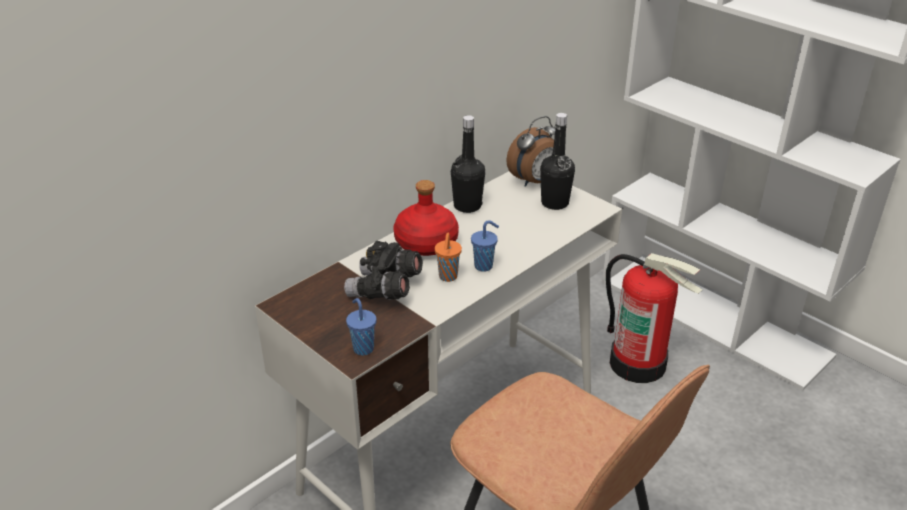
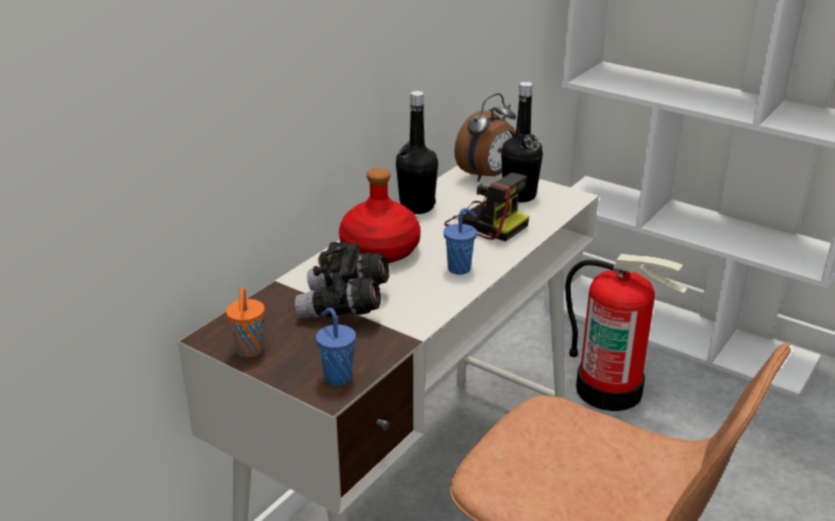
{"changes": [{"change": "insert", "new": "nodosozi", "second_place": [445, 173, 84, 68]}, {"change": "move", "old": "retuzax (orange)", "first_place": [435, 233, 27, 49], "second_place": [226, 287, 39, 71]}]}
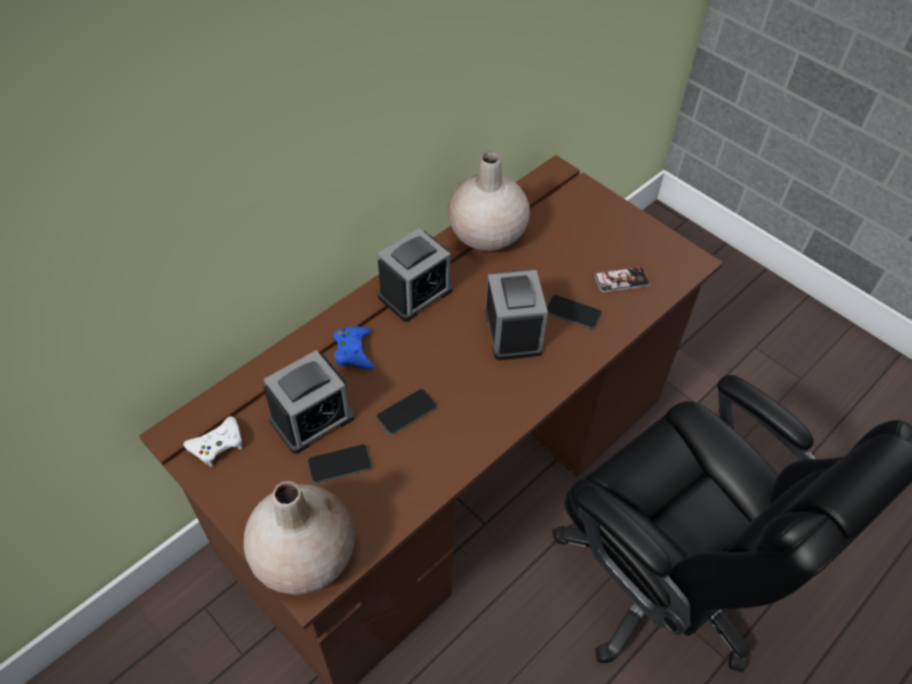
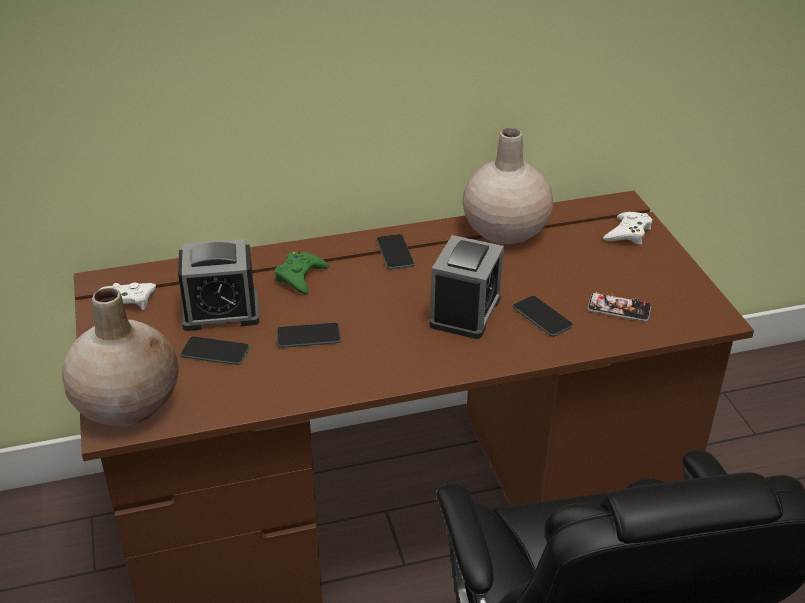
{"changes": [{"change": "insert", "new": "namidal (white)", "second_place": [603, 212, 49, 33]}, {"change": "replace", "old": "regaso", "new": "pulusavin", "first_place": [377, 228, 76, 94], "second_place": [376, 234, 38, 36]}, {"change": "recolor", "old": "namidal (blue)", "new": "namidal (green)", "first_place": [333, 326, 42, 43], "second_place": [275, 251, 54, 43]}]}
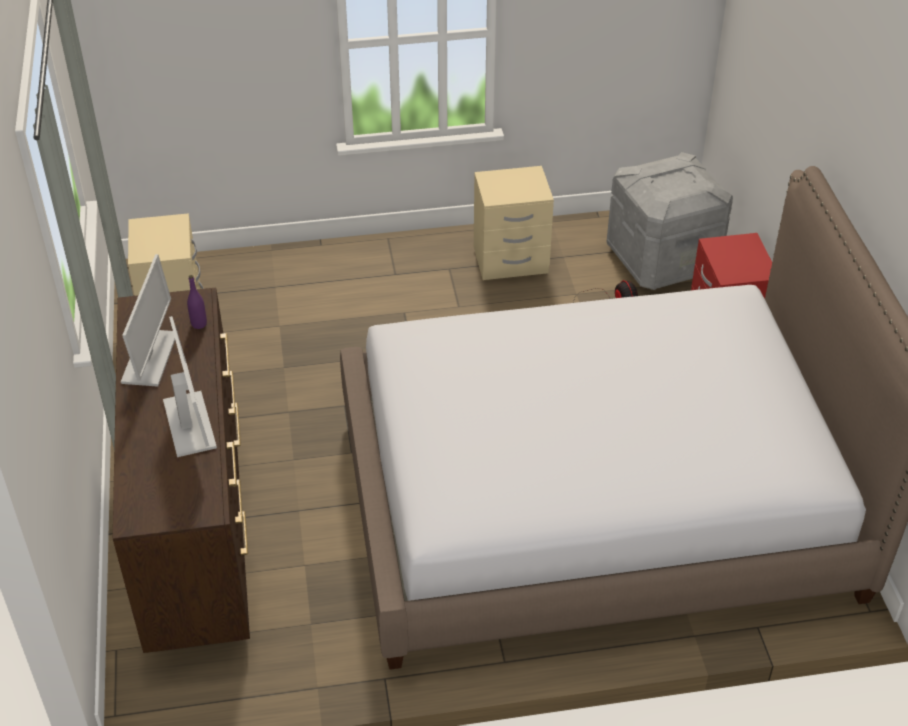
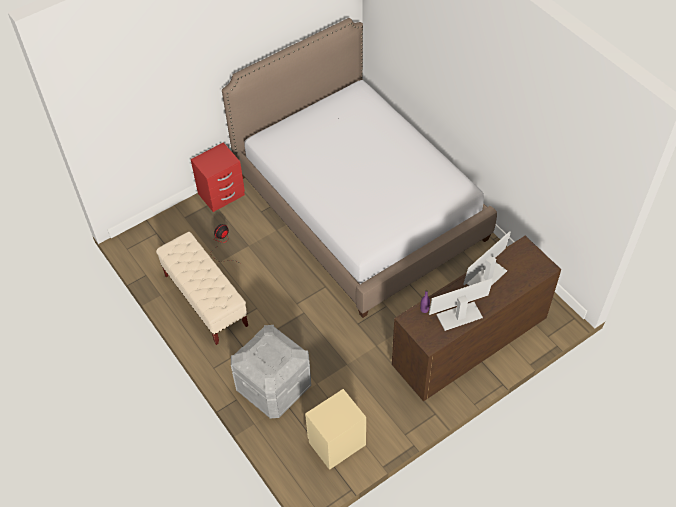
{"changes": [{"change": "move", "old": "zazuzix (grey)", "first_place": [607, 152, 126, 138], "second_place": [231, 325, 80, 93]}, {"change": "replace", "old": "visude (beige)", "new": "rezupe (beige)", "first_place": [474, 166, 80, 114], "second_place": [156, 232, 92, 113]}]}
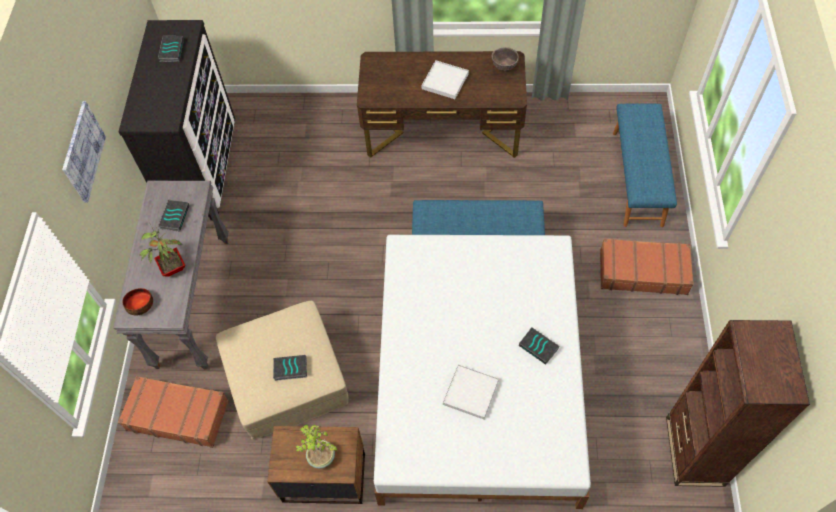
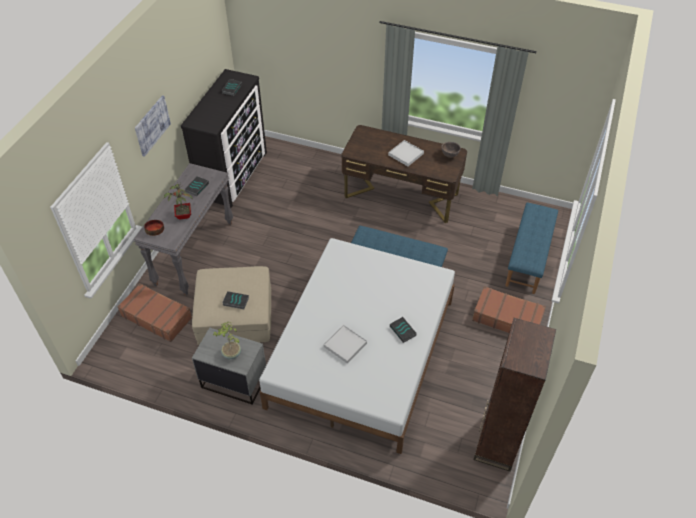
{"changes": [{"change": "recolor", "old": "visude (brown)", "new": "visude (grey)", "first_place": [267, 426, 98, 78], "second_place": [192, 328, 74, 77]}]}
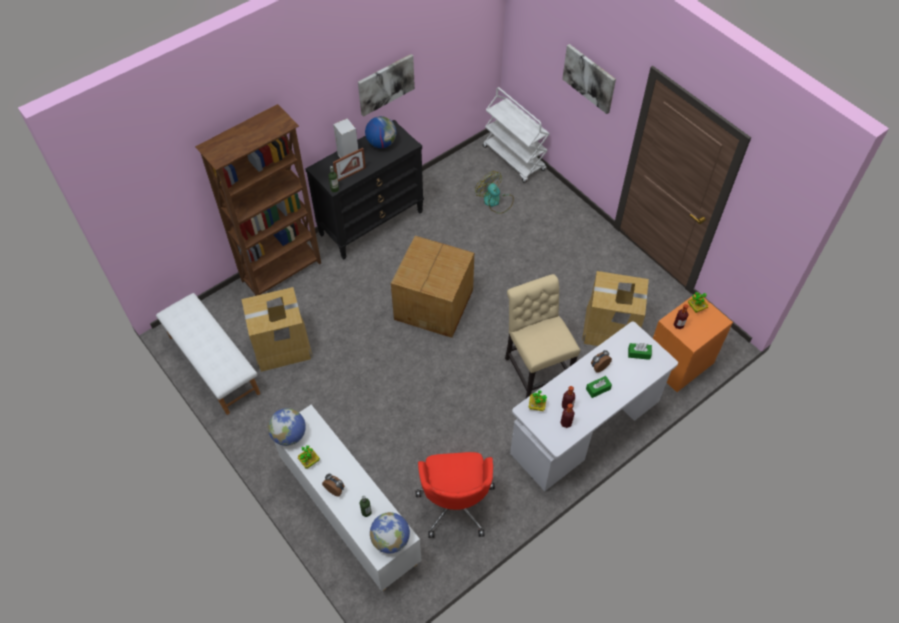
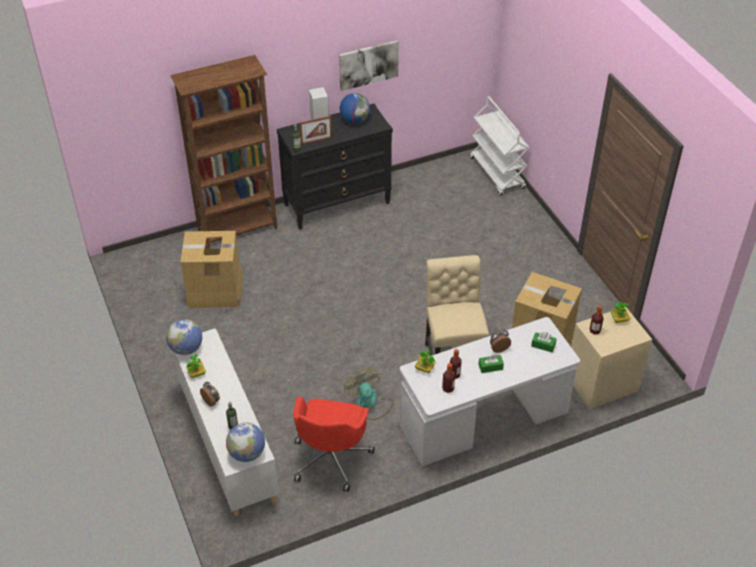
{"changes": [{"change": "delete", "old": "rezupe (white)", "first_place": [156, 293, 104, 122]}, {"change": "delete", "old": "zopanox", "first_place": [391, 236, 83, 102]}, {"change": "delete", "old": "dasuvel", "first_place": [562, 44, 54, 70]}, {"change": "move", "old": "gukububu", "first_place": [475, 171, 39, 43], "second_place": [344, 369, 49, 51]}, {"change": "recolor", "old": "visude (orange)", "new": "visude (beige)", "first_place": [653, 292, 80, 100], "second_place": [571, 307, 81, 102]}]}
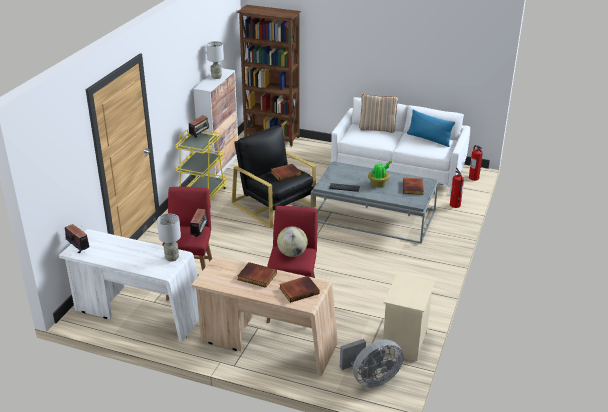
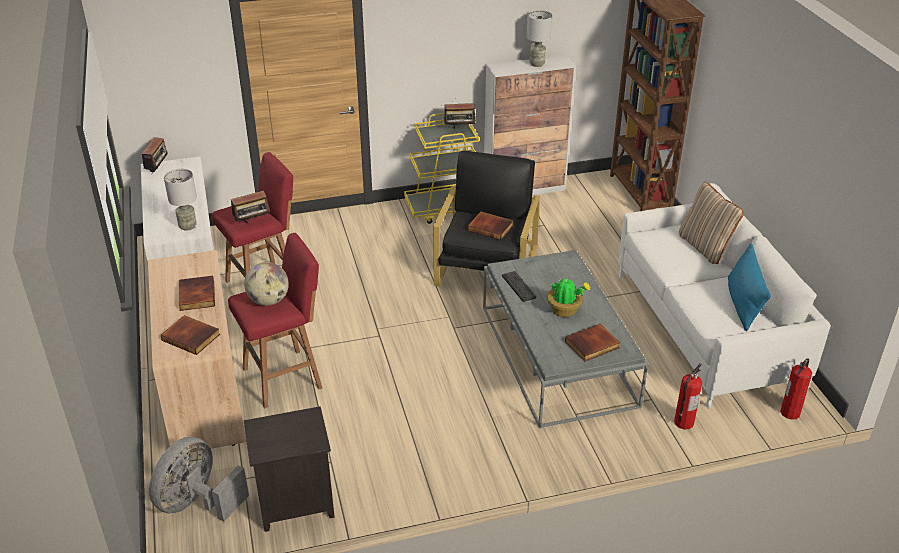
{"changes": [{"change": "recolor", "old": "visude (beige)", "new": "visude (black)", "first_place": [382, 273, 53, 88], "second_place": [244, 406, 90, 126]}, {"change": "rotate", "old": "gukububu (grey)", "first_place": [340, 339, 64, 48], "second_place": [149, 437, 100, 85], "degrees": 90}]}
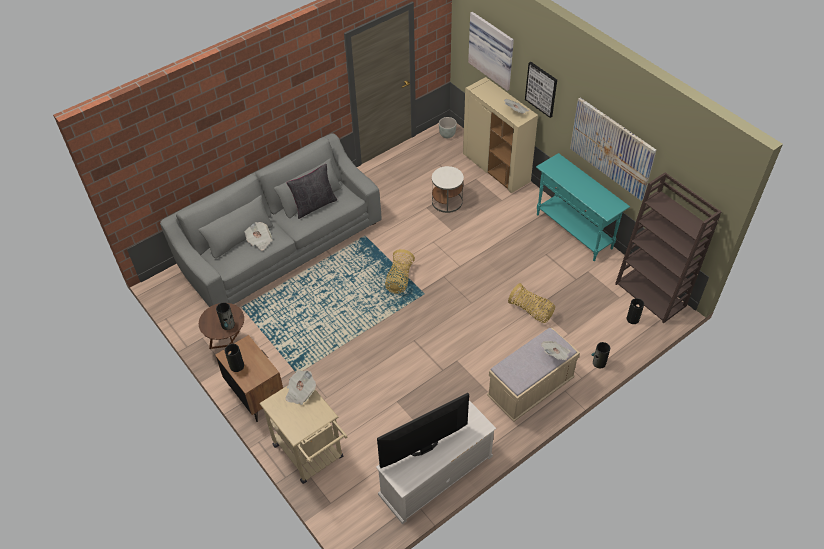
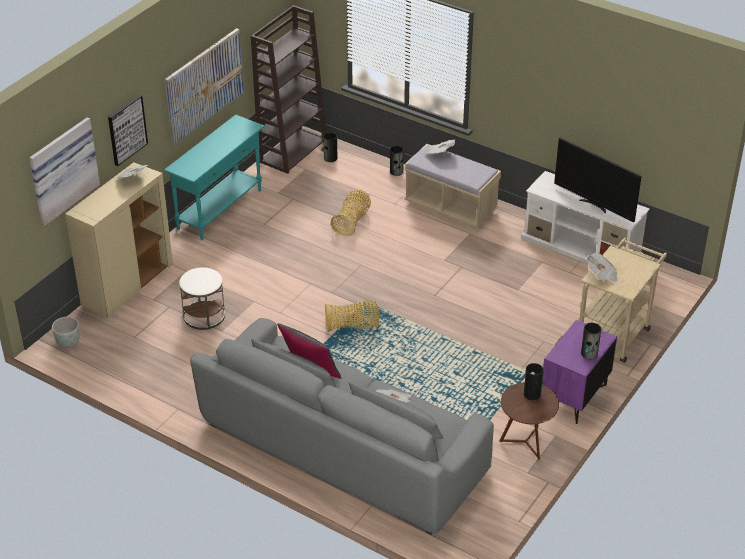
{"changes": [{"change": "recolor", "old": "visude (brown)", "new": "visude (purple)", "first_place": [215, 335, 68, 87], "second_place": [543, 320, 74, 104]}]}
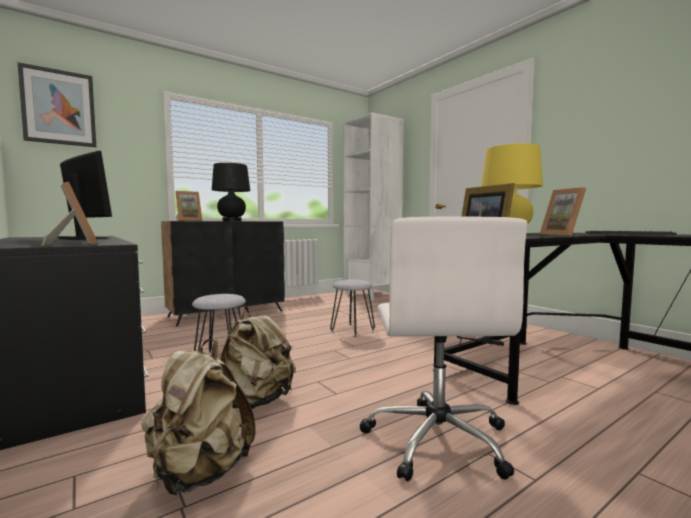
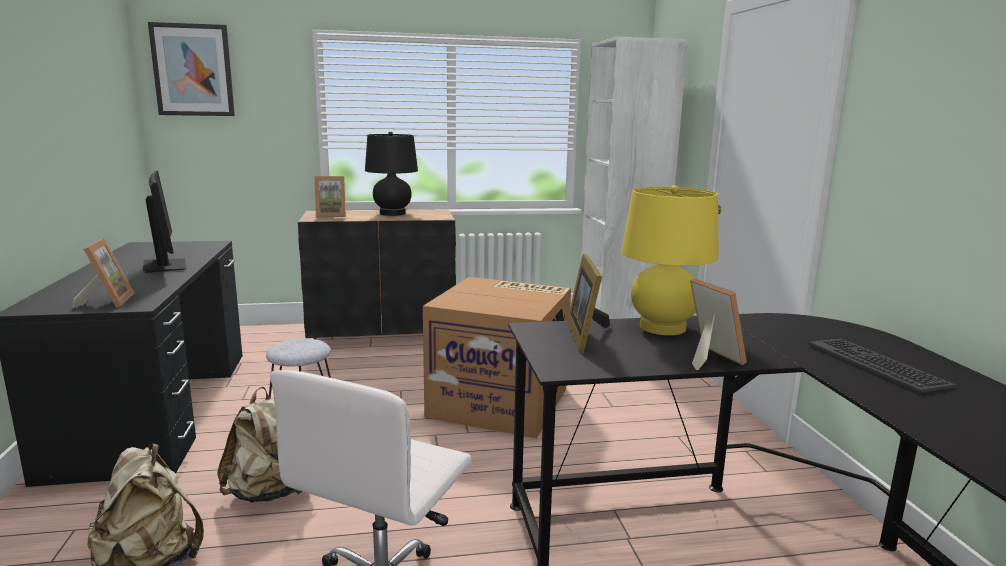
{"changes": [{"change": "replace", "old": "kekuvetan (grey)", "new": "zopanox", "first_place": [330, 279, 45, 58], "second_place": [423, 277, 148, 161]}, {"change": "rotate", "old": "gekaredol", "first_place": [540, 187, 46, 49], "second_place": [690, 278, 57, 92], "degrees": 150}]}
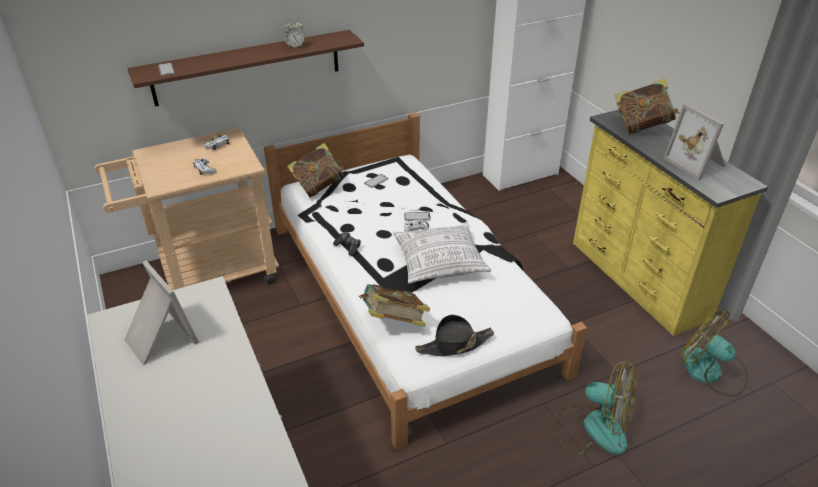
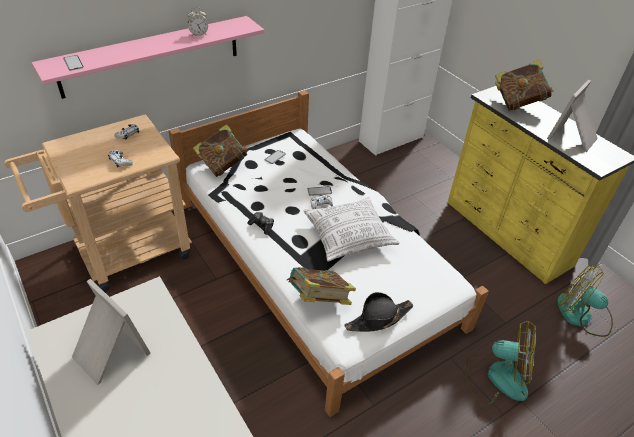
{"changes": [{"change": "recolor", "old": "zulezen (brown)", "new": "zulezen (pink)", "first_place": [127, 30, 237, 77], "second_place": [32, 16, 232, 83]}, {"change": "rotate", "old": "gekaredol", "first_place": [664, 104, 62, 76], "second_place": [547, 80, 51, 72], "degrees": 75}]}
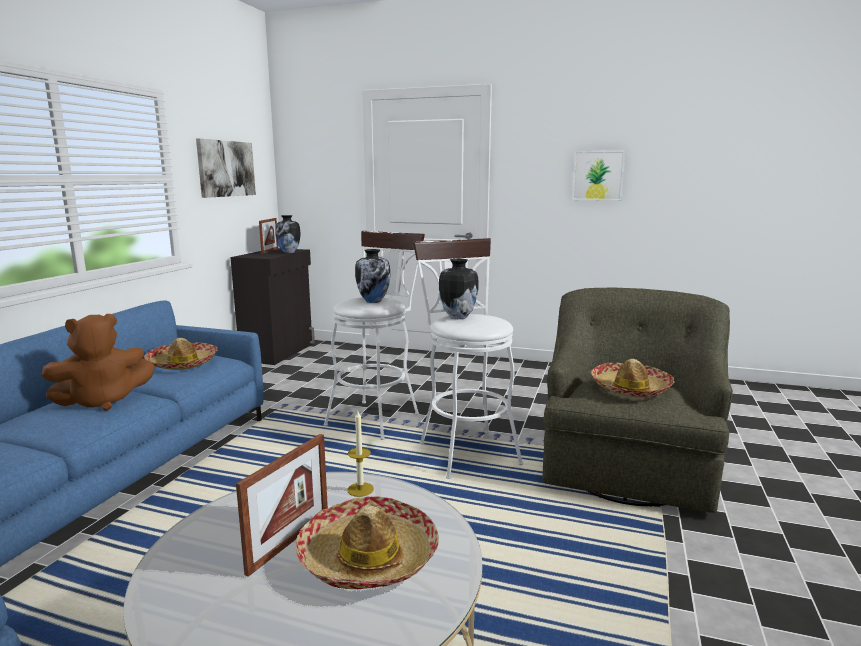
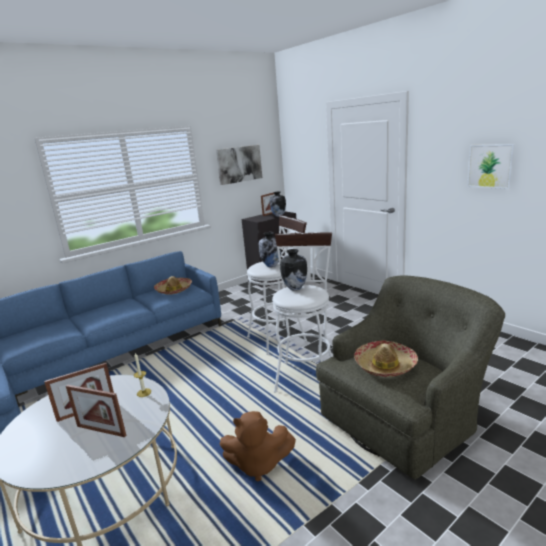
{"changes": [{"change": "move", "old": "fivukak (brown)", "first_place": [41, 314, 114, 97], "second_place": [219, 411, 77, 70]}, {"change": "replace", "old": "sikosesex", "new": "gekaredol", "first_place": [296, 496, 143, 93], "second_place": [66, 385, 61, 52]}]}
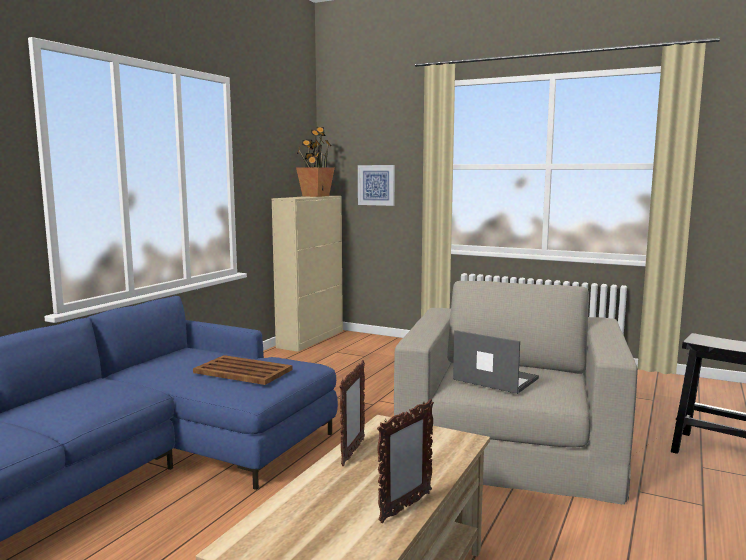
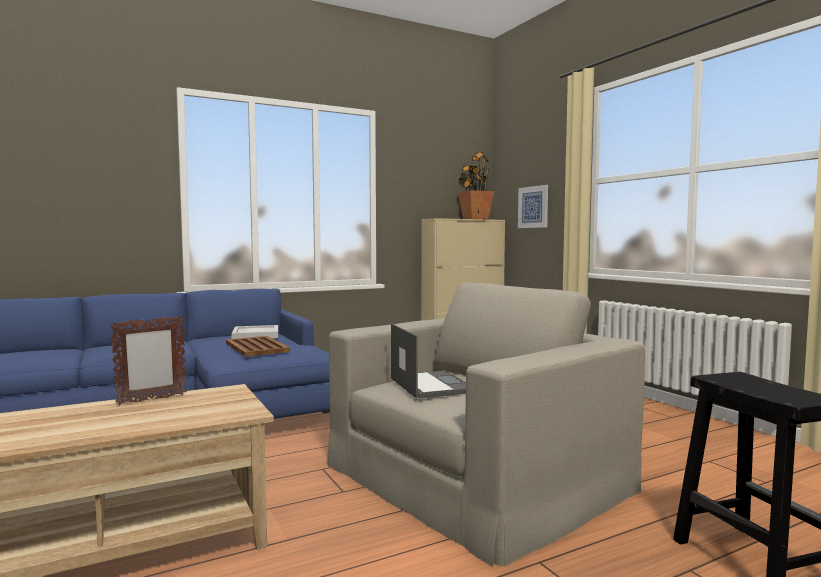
{"changes": [{"change": "delete", "old": "gekaredol", "first_place": [377, 399, 57, 124]}, {"change": "insert", "new": "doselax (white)", "second_place": [231, 325, 47, 14]}]}
